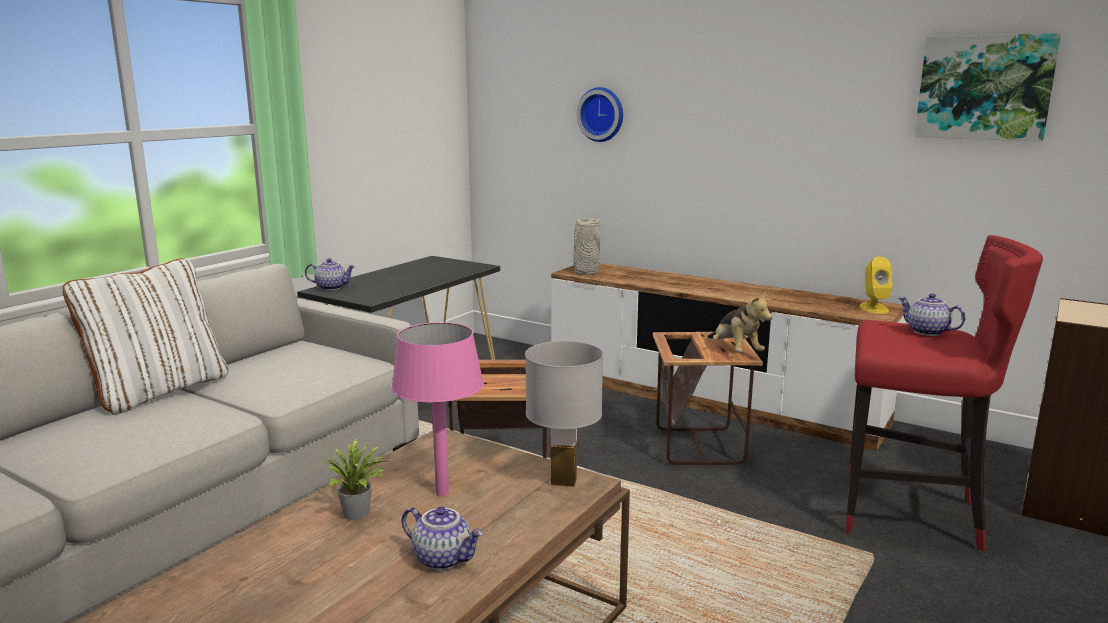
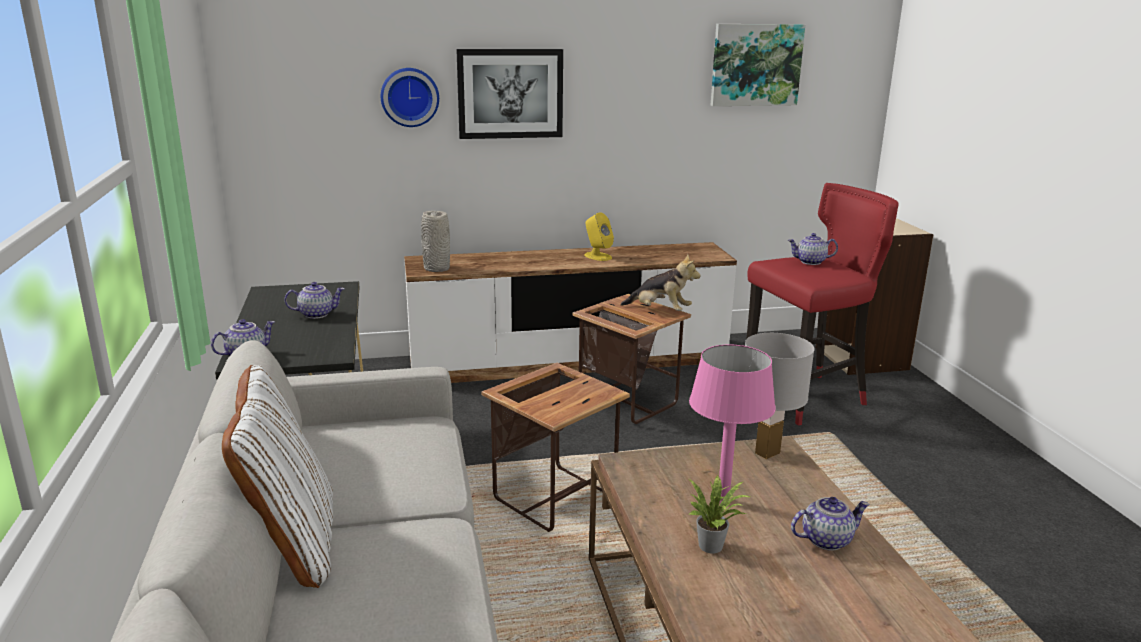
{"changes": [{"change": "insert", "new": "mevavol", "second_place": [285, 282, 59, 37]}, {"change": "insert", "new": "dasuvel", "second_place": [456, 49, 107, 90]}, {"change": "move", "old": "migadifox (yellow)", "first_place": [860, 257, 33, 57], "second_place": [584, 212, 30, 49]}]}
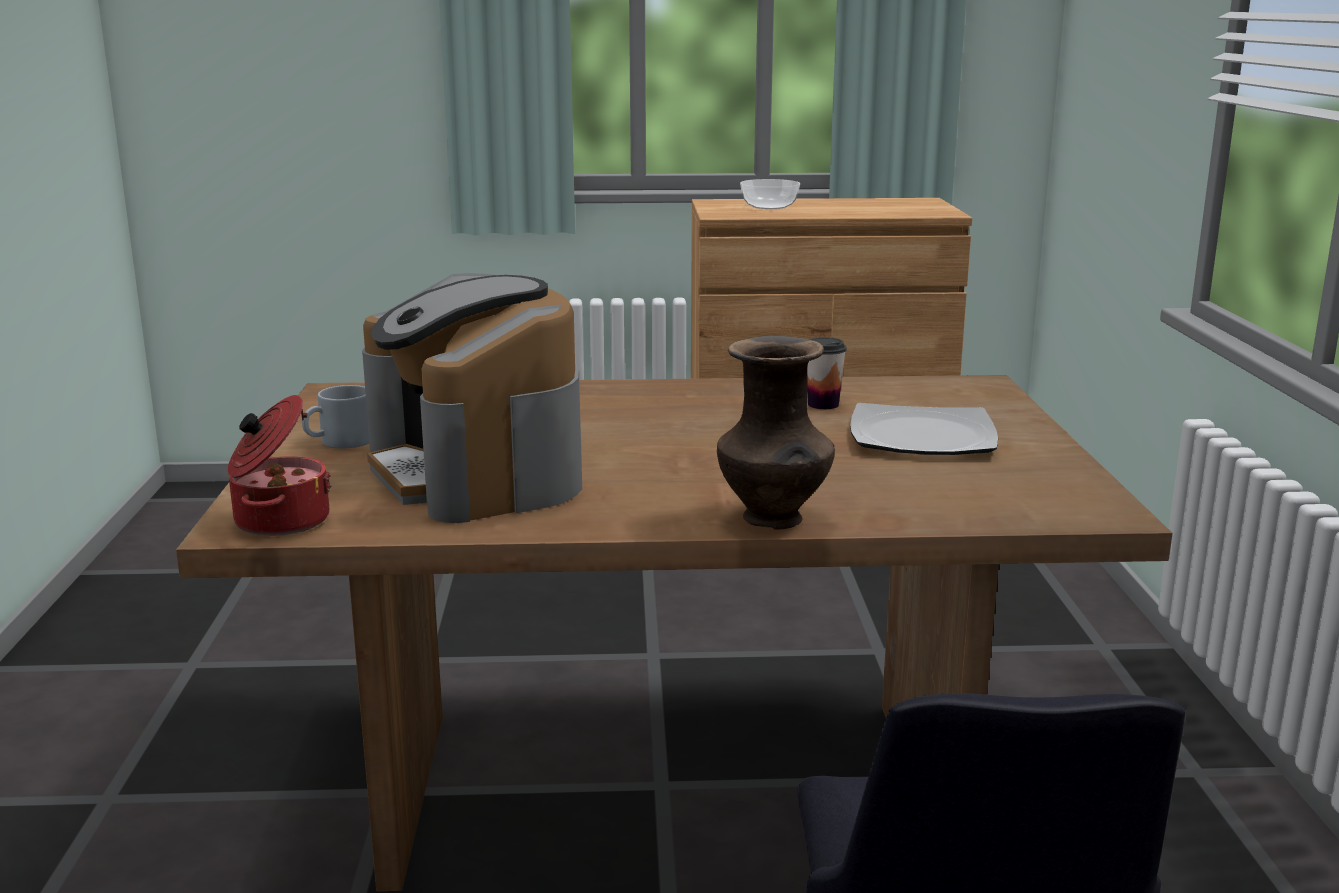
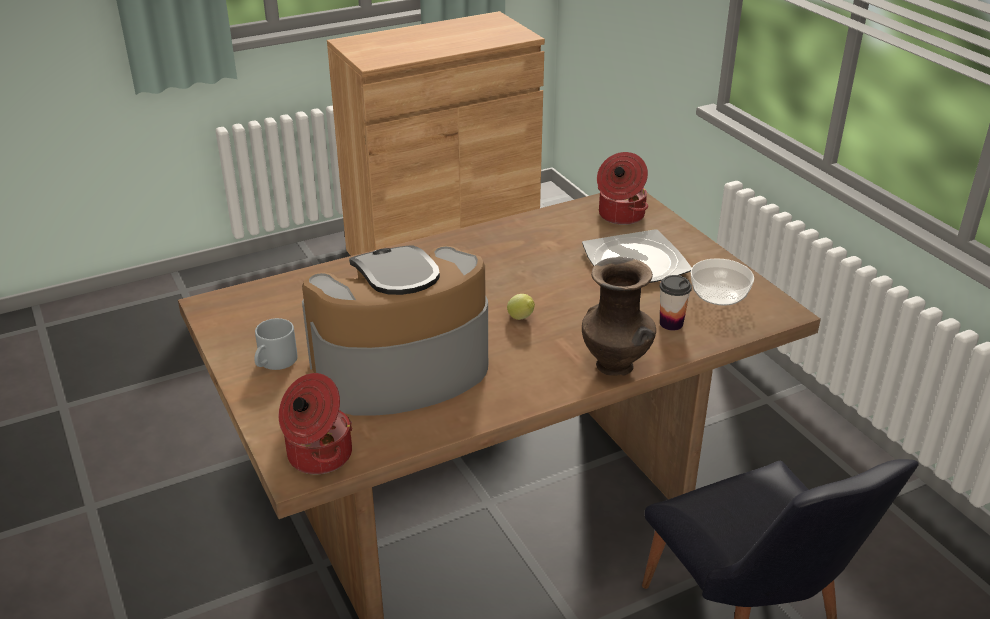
{"changes": [{"change": "insert", "new": "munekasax", "second_place": [507, 294, 28, 26]}, {"change": "insert", "new": "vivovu", "second_place": [597, 152, 51, 73]}, {"change": "move", "old": "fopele", "first_place": [740, 179, 60, 30], "second_place": [691, 258, 63, 48]}, {"change": "move", "old": "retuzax", "first_place": [807, 337, 40, 72], "second_place": [660, 275, 32, 55]}, {"change": "rotate", "old": "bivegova", "first_place": [362, 273, 220, 250], "second_place": [302, 246, 186, 169], "degrees": 120}]}
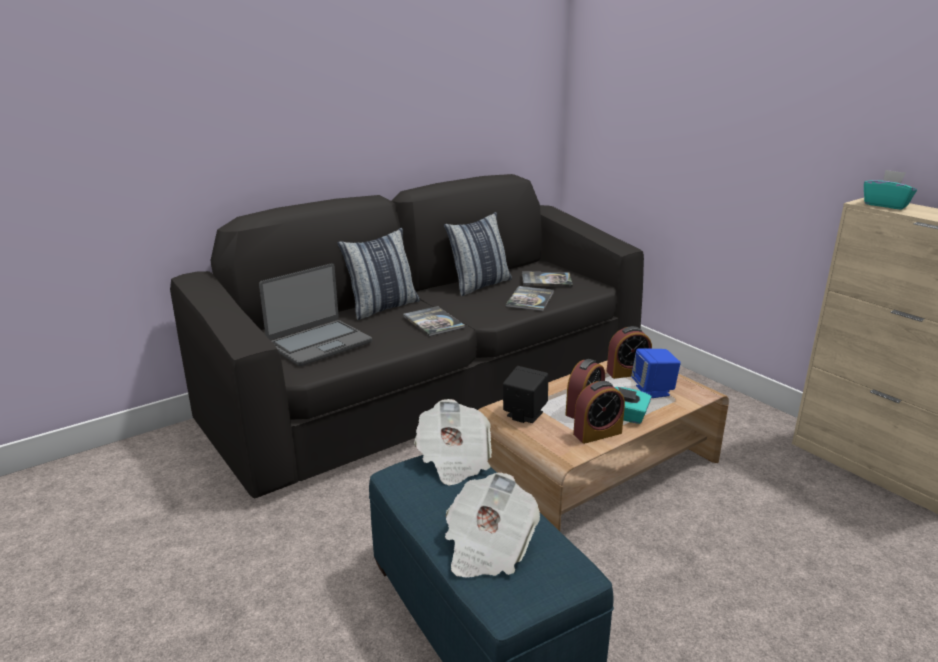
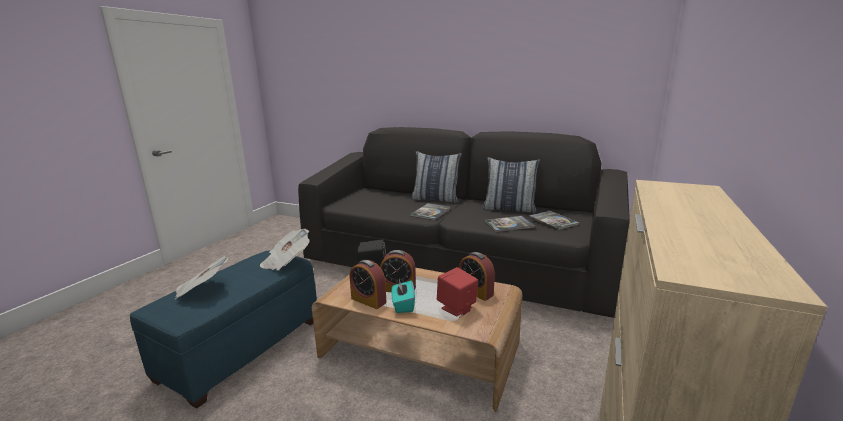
{"changes": [{"change": "delete", "old": "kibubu", "first_place": [259, 263, 113, 103]}, {"change": "delete", "old": "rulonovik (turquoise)", "first_place": [864, 170, 53, 40]}, {"change": "recolor", "old": "migadifox (blue)", "new": "migadifox (red)", "first_place": [631, 348, 50, 50], "second_place": [437, 267, 41, 49]}]}
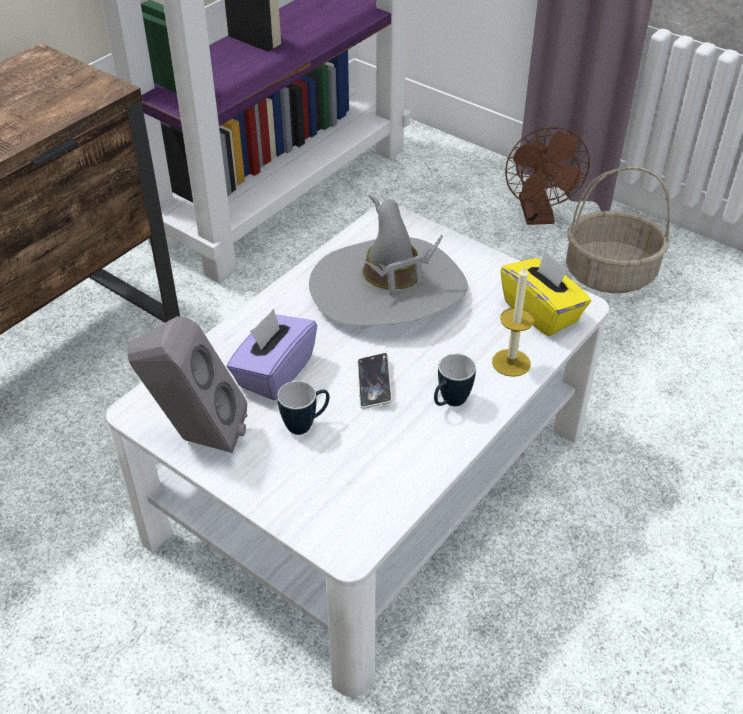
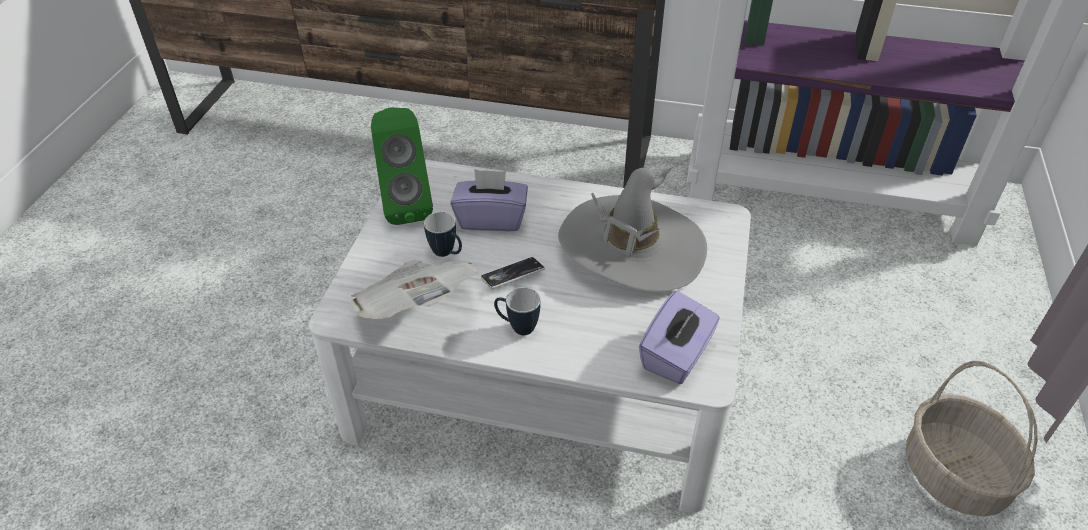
{"changes": [{"change": "delete", "old": "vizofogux", "first_place": [492, 265, 42, 112]}, {"change": "delete", "old": "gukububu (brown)", "first_place": [505, 127, 85, 98]}, {"change": "insert", "new": "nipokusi", "second_place": [351, 260, 126, 59]}, {"change": "recolor", "old": "migadifox (grey)", "new": "migadifox (green)", "first_place": [127, 316, 120, 137], "second_place": [371, 108, 62, 117]}, {"change": "recolor", "old": "rulonovik (yellow)", "new": "rulonovik (purple)", "first_place": [500, 250, 91, 86], "second_place": [639, 291, 81, 93]}]}
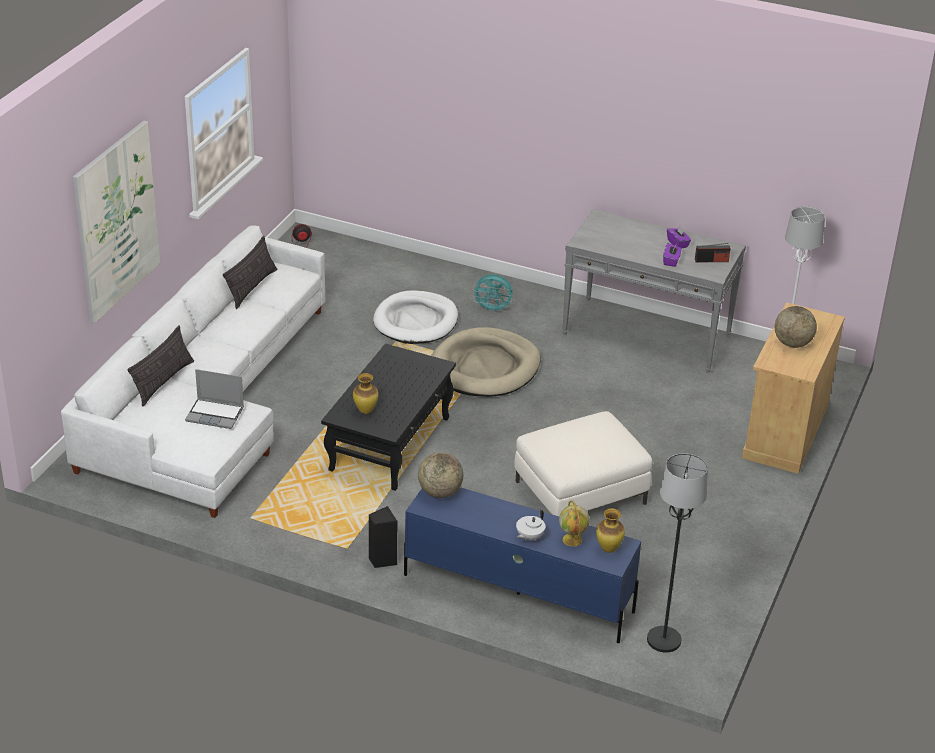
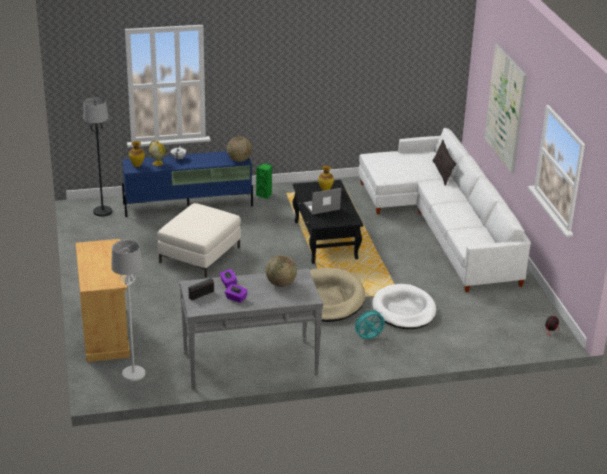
{"changes": [{"change": "delete", "old": "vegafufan", "first_place": [223, 236, 54, 73]}, {"change": "move", "old": "kibubu", "first_place": [185, 369, 59, 60], "second_place": [303, 188, 38, 27]}, {"change": "move", "old": "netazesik", "first_place": [775, 306, 42, 42], "second_place": [266, 255, 31, 32]}, {"change": "recolor", "old": "migadifox (black)", "new": "migadifox (green)", "first_place": [369, 506, 28, 62], "second_place": [256, 163, 16, 36]}]}
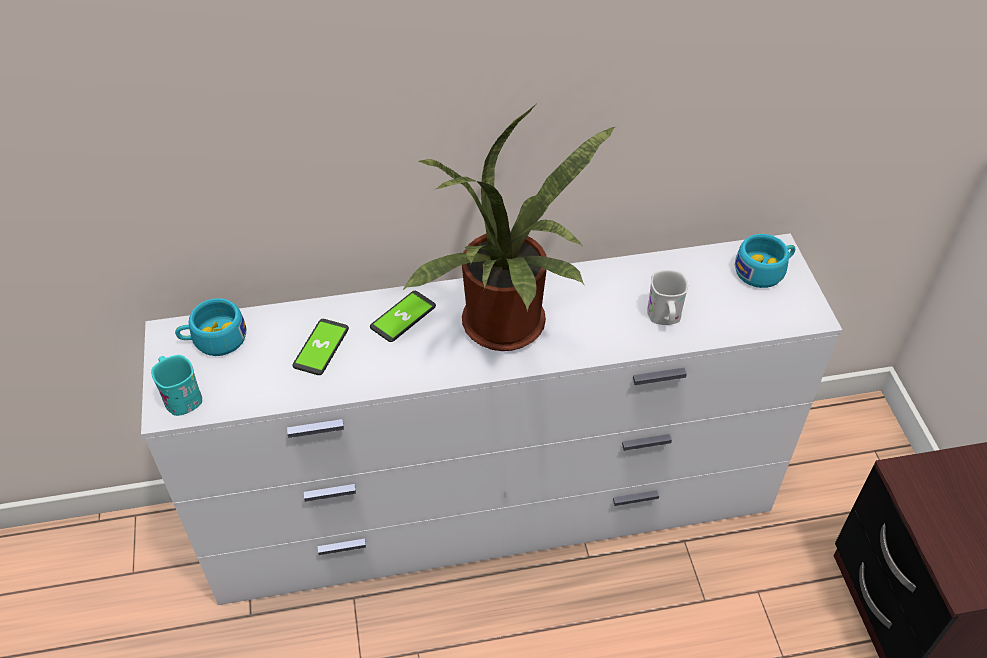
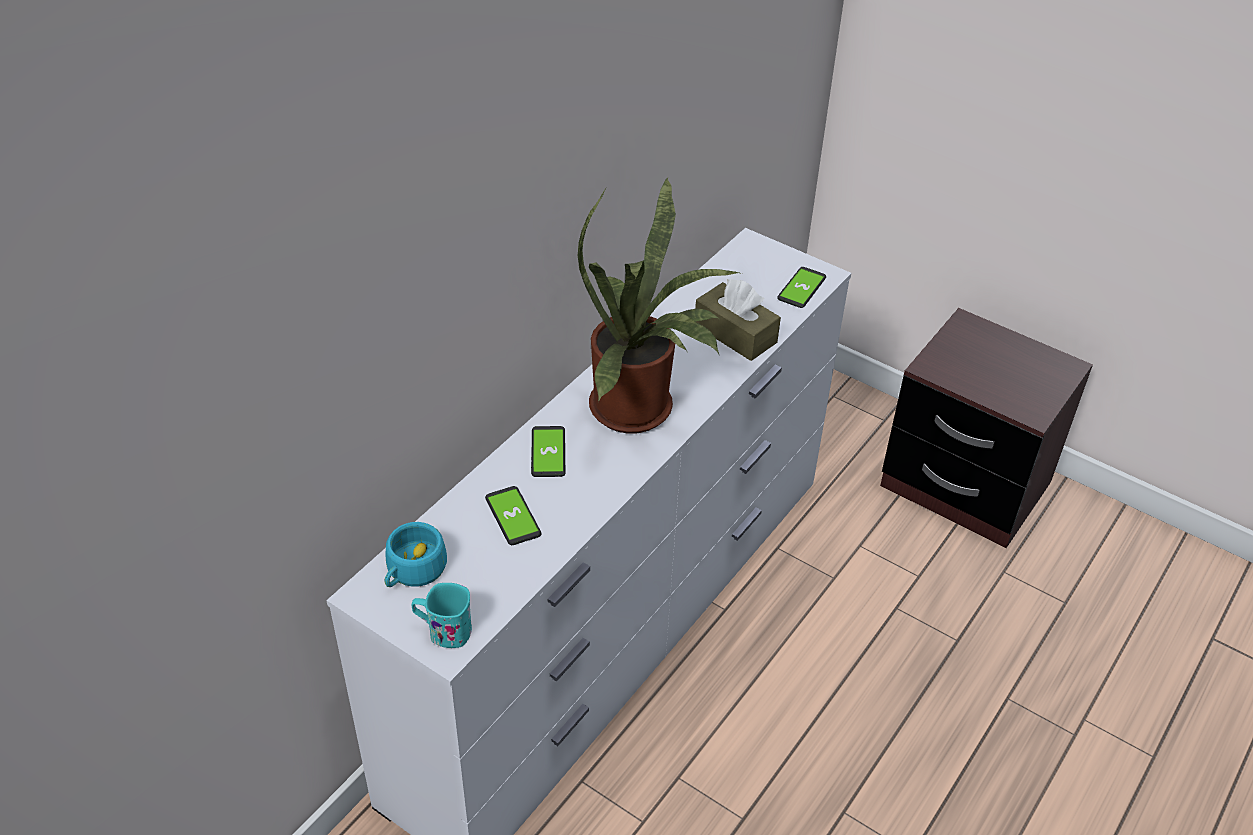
{"changes": [{"change": "delete", "old": "retuzax (turquoise)", "first_place": [735, 234, 60, 54]}, {"change": "insert", "new": "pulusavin", "second_place": [777, 267, 49, 41]}, {"change": "replace", "old": "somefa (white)", "new": "rulonovik (brown)", "first_place": [647, 270, 41, 55], "second_place": [695, 279, 86, 82]}]}
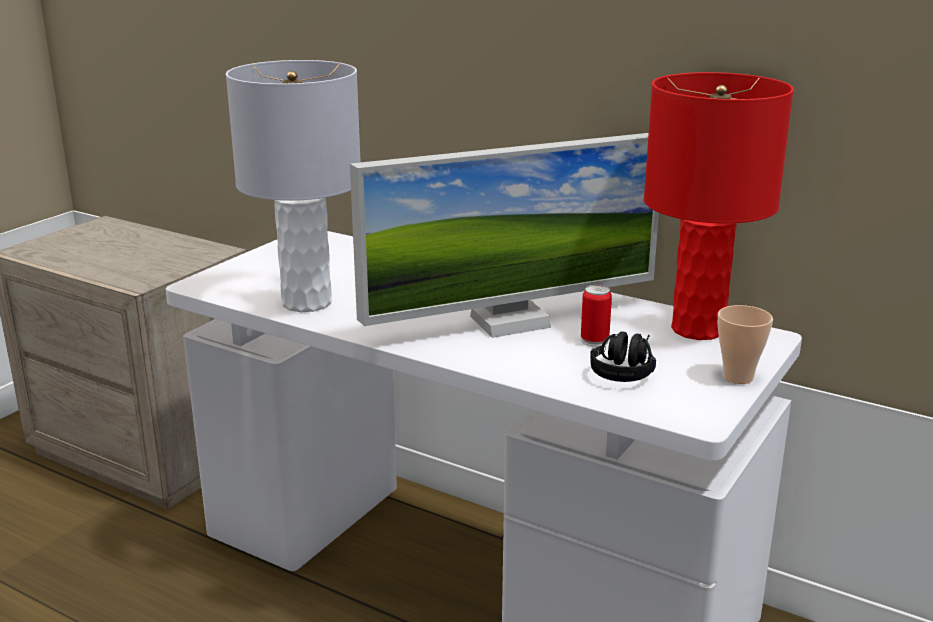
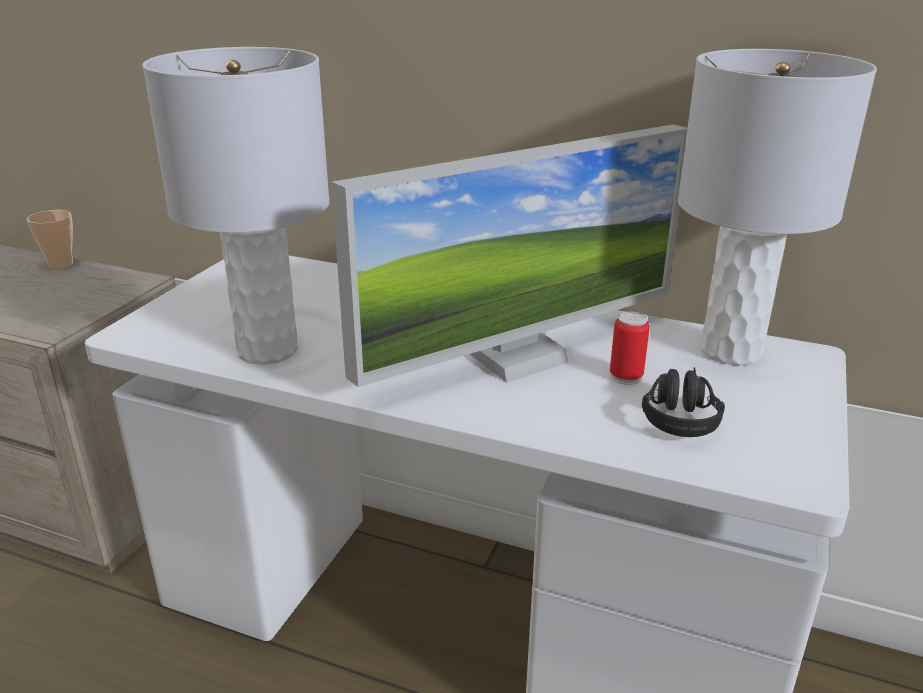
{"changes": [{"change": "move", "old": "retuzax", "first_place": [718, 305, 55, 79], "second_place": [27, 210, 46, 59]}, {"change": "recolor", "old": "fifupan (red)", "new": "fifupan (grey)", "first_place": [644, 72, 150, 268], "second_place": [678, 49, 199, 317]}]}
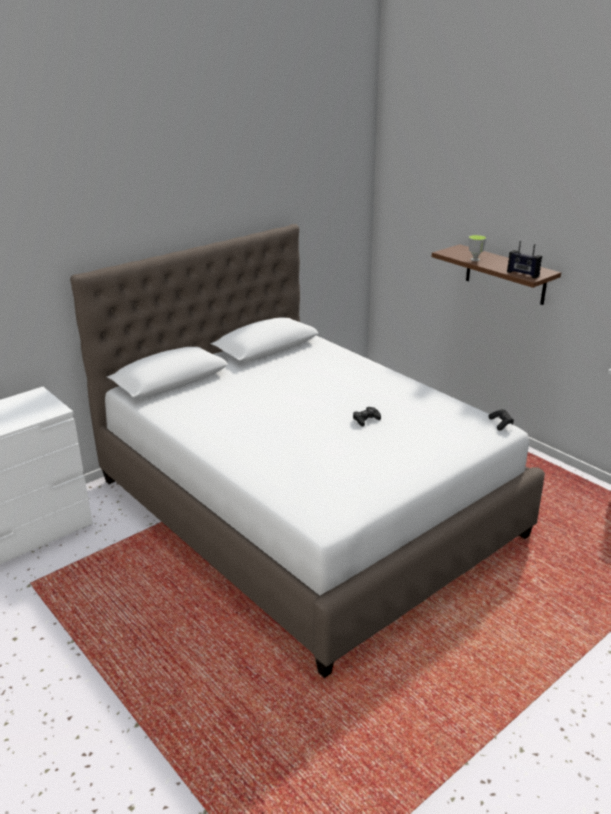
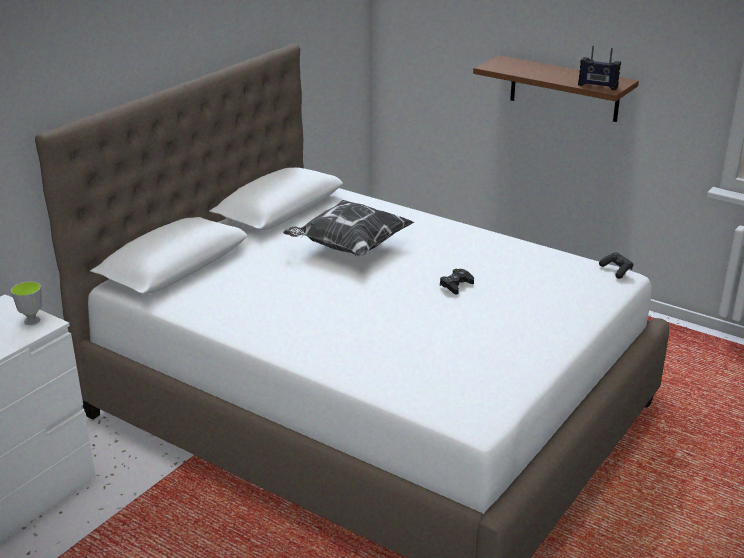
{"changes": [{"change": "insert", "new": "vegafufan", "second_place": [283, 200, 131, 56]}, {"change": "move", "old": "retuzax", "first_place": [469, 235, 17, 26], "second_place": [11, 281, 31, 44]}]}
